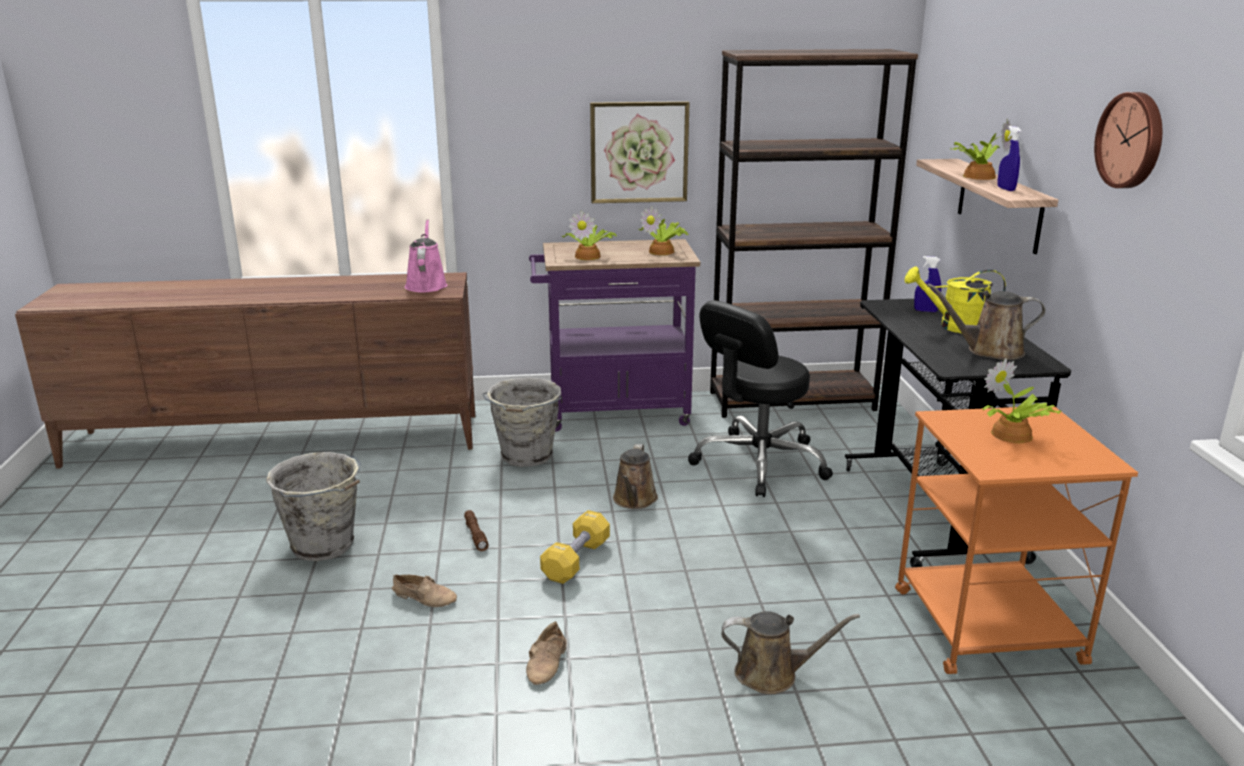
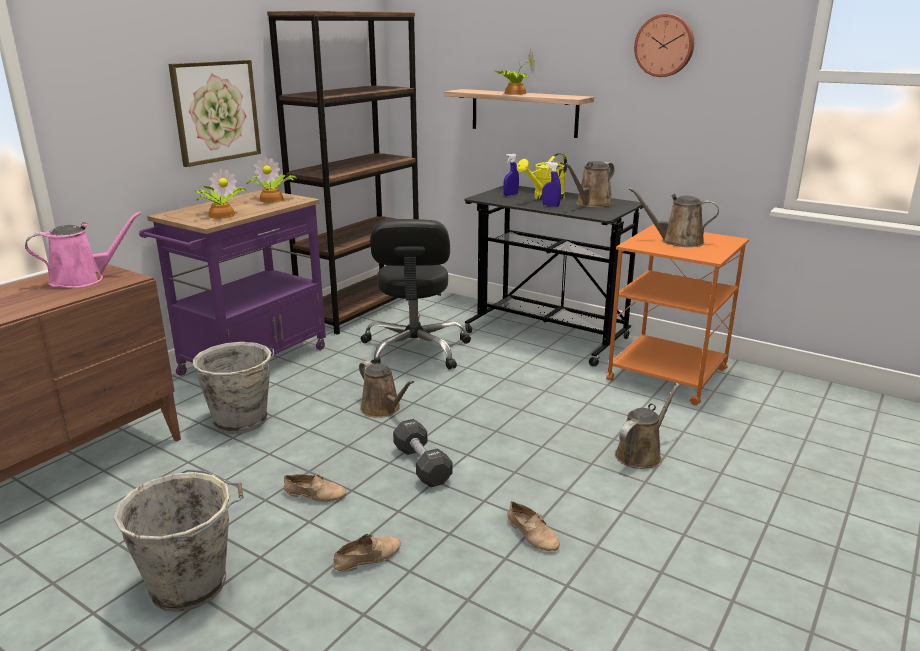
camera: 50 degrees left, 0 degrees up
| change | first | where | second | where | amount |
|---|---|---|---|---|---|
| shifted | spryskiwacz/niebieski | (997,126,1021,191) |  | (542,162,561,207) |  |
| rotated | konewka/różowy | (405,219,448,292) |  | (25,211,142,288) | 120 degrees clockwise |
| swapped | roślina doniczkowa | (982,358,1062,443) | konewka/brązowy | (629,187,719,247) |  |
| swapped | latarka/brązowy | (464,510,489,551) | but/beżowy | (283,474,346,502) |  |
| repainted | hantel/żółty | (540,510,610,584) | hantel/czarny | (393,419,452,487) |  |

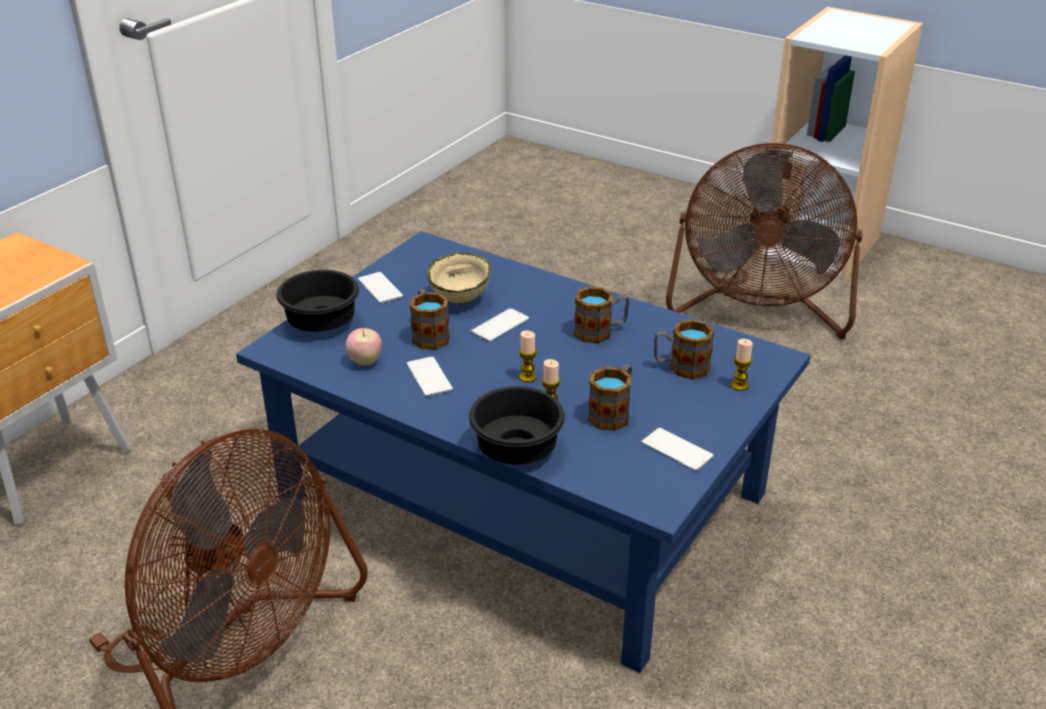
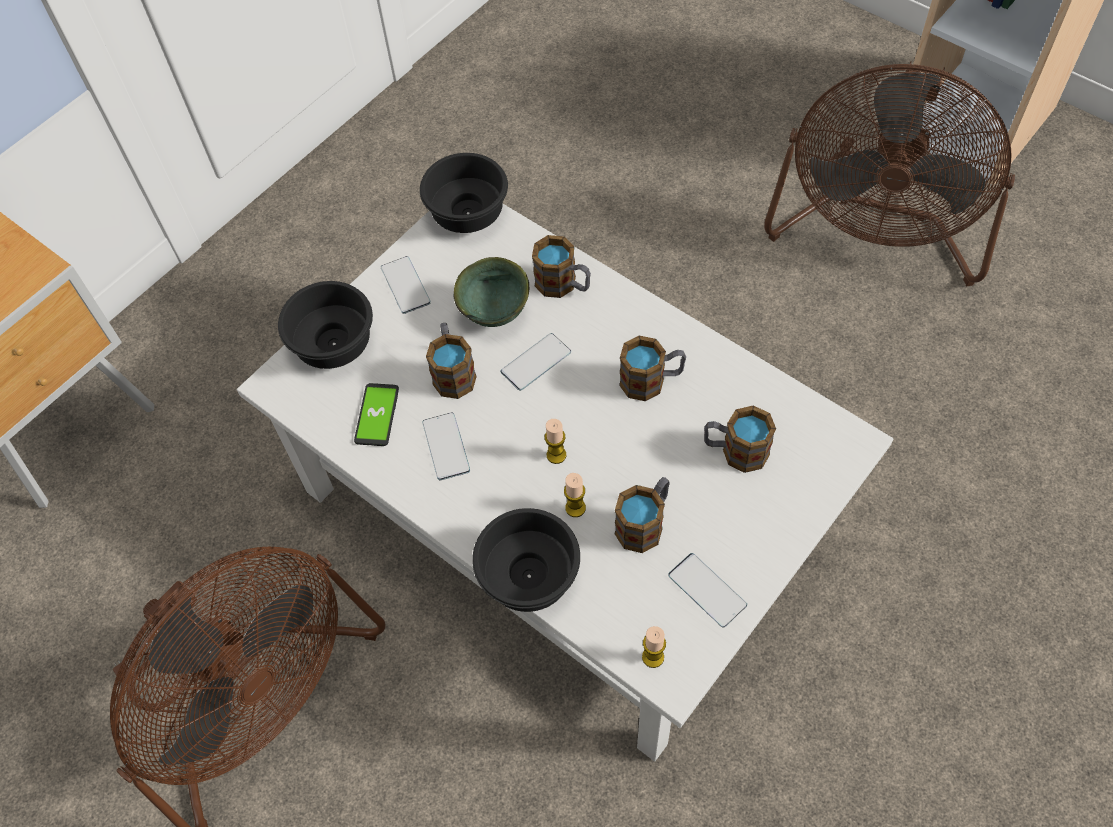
camera: 10 degrees right, 25 degrees up
| change | first | where | second | where | amount |
|---|---|---|---|---|---|
| repainted | ława/niebieski | (236,231,810,673) | ława/biały | (237,204,893,762) |  |
| repainted | miska/beżowy | (427,252,491,305) | miska/zielony | (454,257,529,327) |  |
| swapped | jabłko | (346,328,382,365) | telefon | (354,383,399,446) |  |
| shifted | świeca | (731,339,753,391) |  | (642,626,666,668) |  |
| new |  |  | miska/czarny | (420,153,508,233) |  |
| new |  |  | kubek | (532,235,591,298) |  |

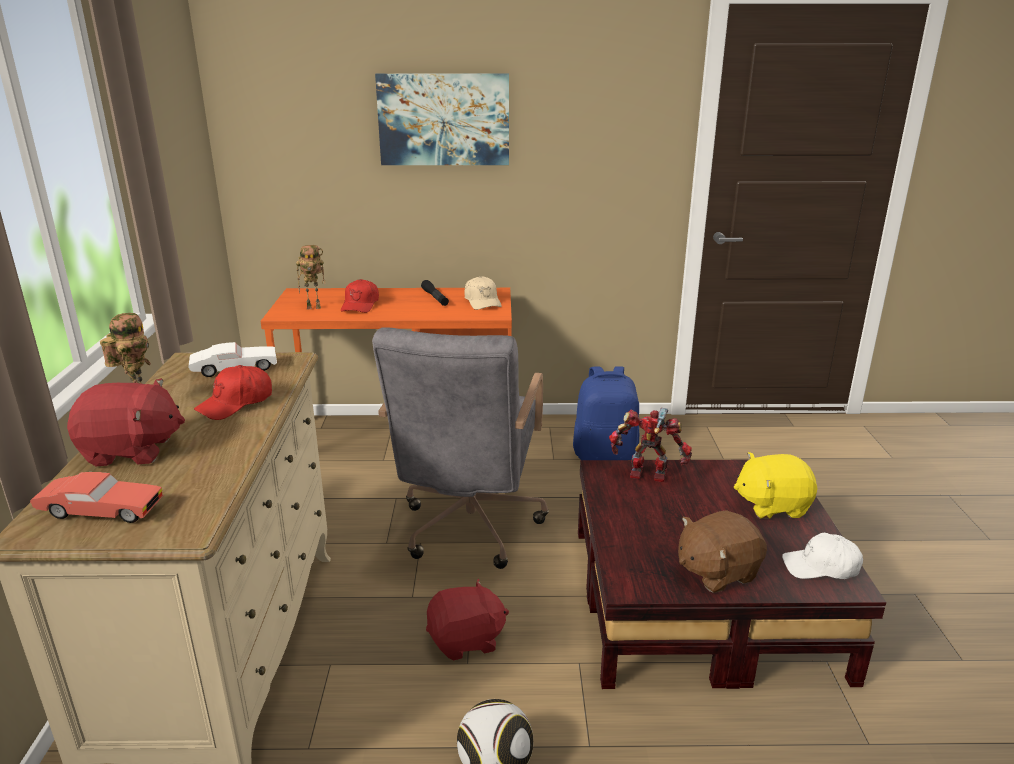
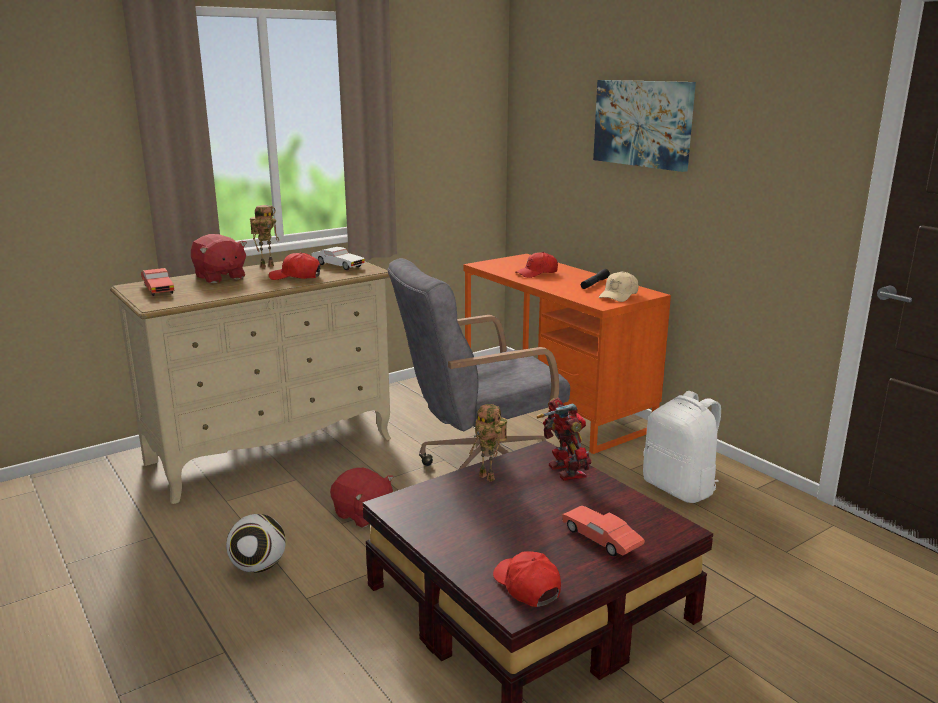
camera: 55 degrees right, 5 degrees down
| change | first | where | second | where | amount |
|---|---|---|---|---|---|
| shifted | robot zabawkowy | (296,245,325,309) |  | (469,404,507,482) |  |
| repainted | plecak/niebieski | (573,366,639,460) | plecak/biały | (643,391,721,503) |  |
| swapped | pluszak/żółty | (734,452,817,519) | samochodzik/czerwony | (562,506,645,557) |  |
| gone | pluszak/brązowy | (678,510,767,593) |  |  |  |
| repainted | czapka z daszkiem/biały | (782,533,863,579) | czapka z daszkiem/czerwony | (493,551,561,607) |  |

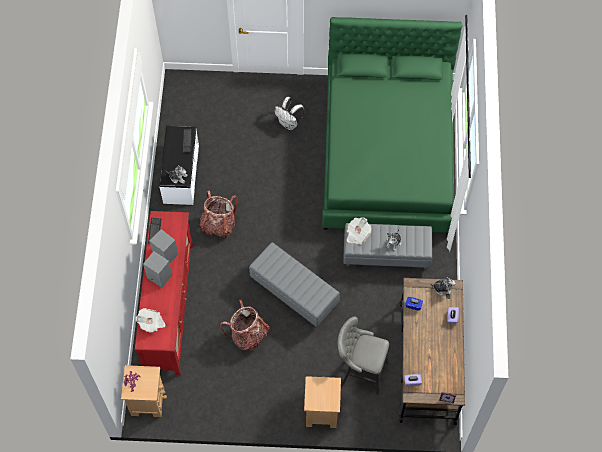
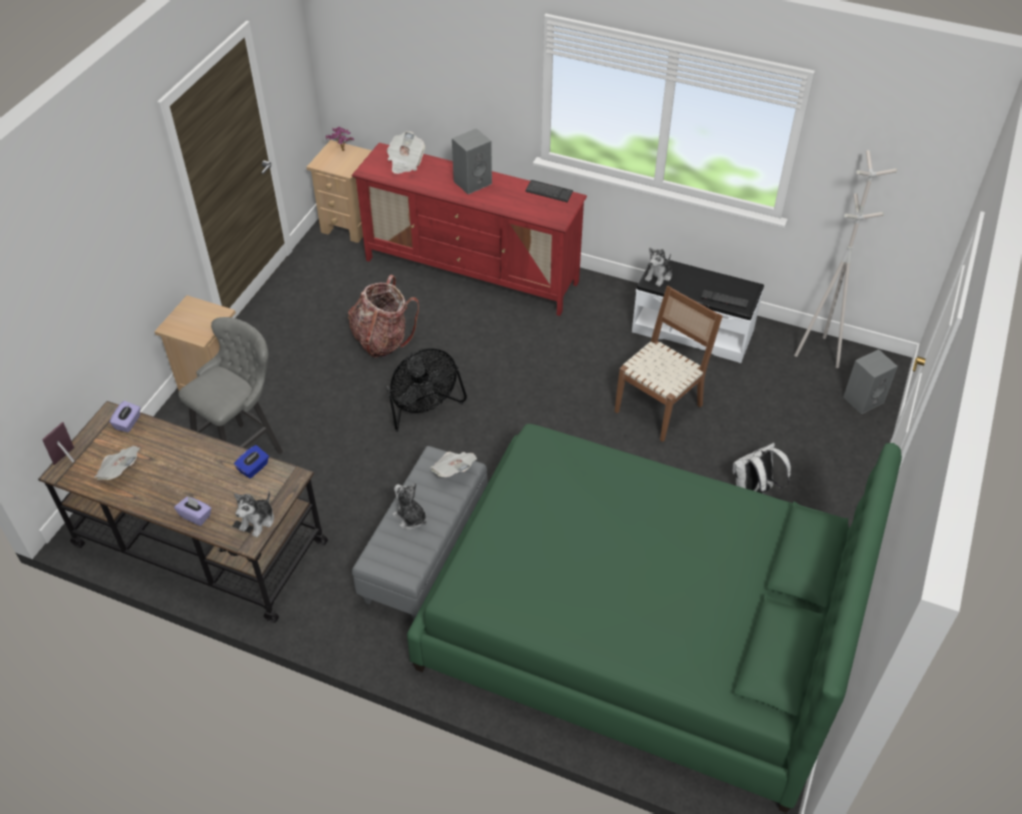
camera: 110 degrees right, 15 degrees down
| change | first | where | second | where | amount |
|---|---|---|---|---|---|
| gone | plecak | (200,190,238,238) |  |  |  |
| shifted | głośnik/szary | (150,229,178,263) |  | (843,349,898,414) |  |
| swapped | pufa/szary | (249,242,340,327) | wentylator/czarny | (386,349,467,432) |  |
| new |  |  | wieszak/szary | (794,150,898,368) |  |
| new |  |  | krzesło | (615,286,723,442) |  |
| new |  |  | gazeta | (94,446,140,480) |  |

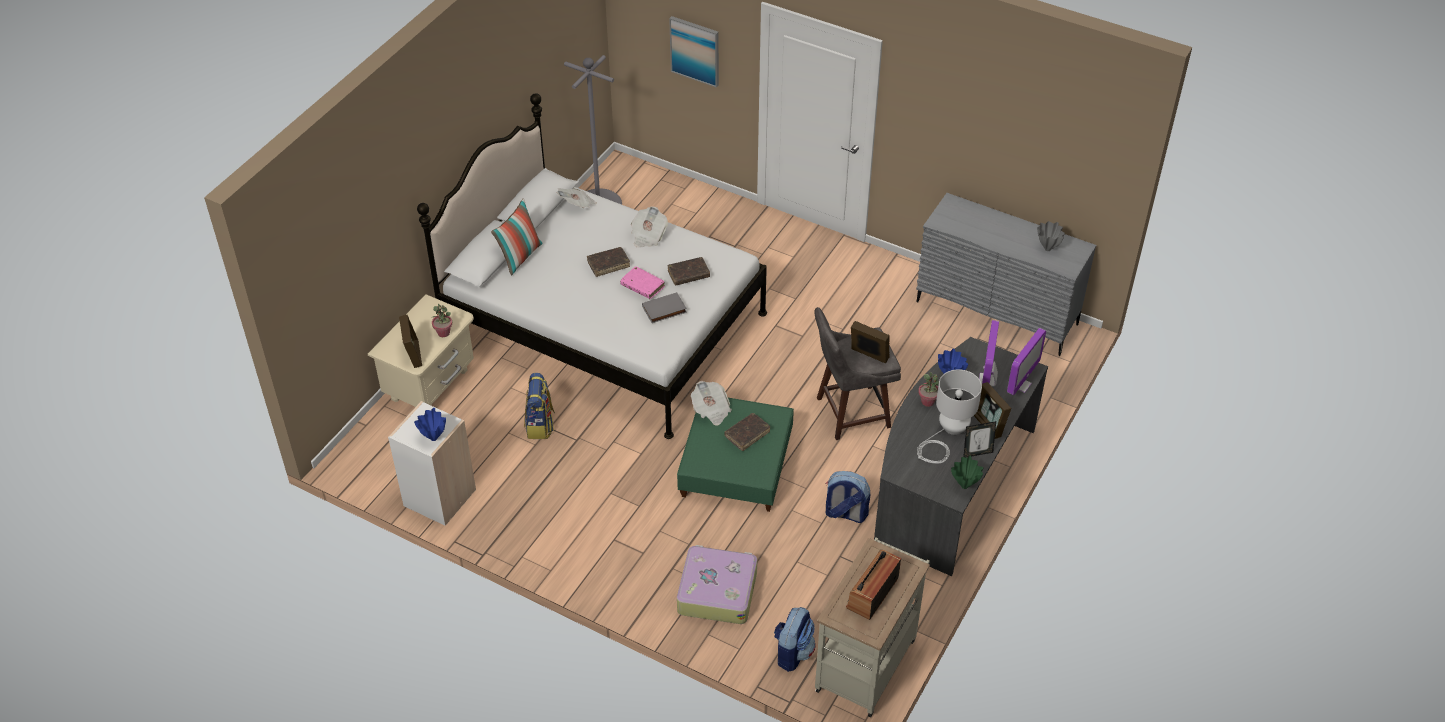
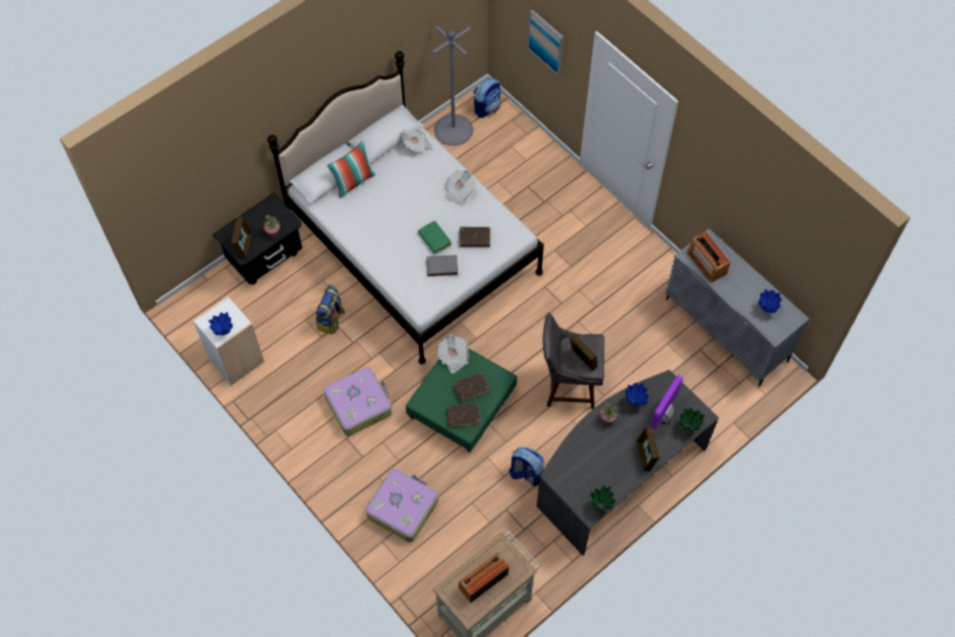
camera: 20 degrees right, 15 degrees up
| change | first | where | second | where | amount |
|---|---|---|---|---|---|
| repainted | wazon/szary | (1037,221,1065,251) | wazon/niebieski | (758,289,782,313) |  |
| shifted | książka/brązowy | (587,247,630,277) |  | (448,404,481,428) |  |
| repainted | książka/różowy | (620,266,665,299) | książka/zielony | (418,221,452,254) |  |
| repainted | szafka nocna/beżowy | (368,294,474,407) | szafka nocna/czarny | (212,193,302,285) |  |
| swapped | monitor | (1007,328,1046,395) | wazon/zielony | (679,408,705,432) |  |
| gone | lampa stołowa/biały | (917,369,982,464) |  |  |  |
| gone | ramka na zdjęcie | (963,421,996,458) |  |  |  |
| shifted | plecak | (774,607,815,672) |  | (473,78,501,118) |  |
| new |  |  | radio | (687,231,731,282) |  |
| new |  |  | walizka | (323,367,392,436) |  |

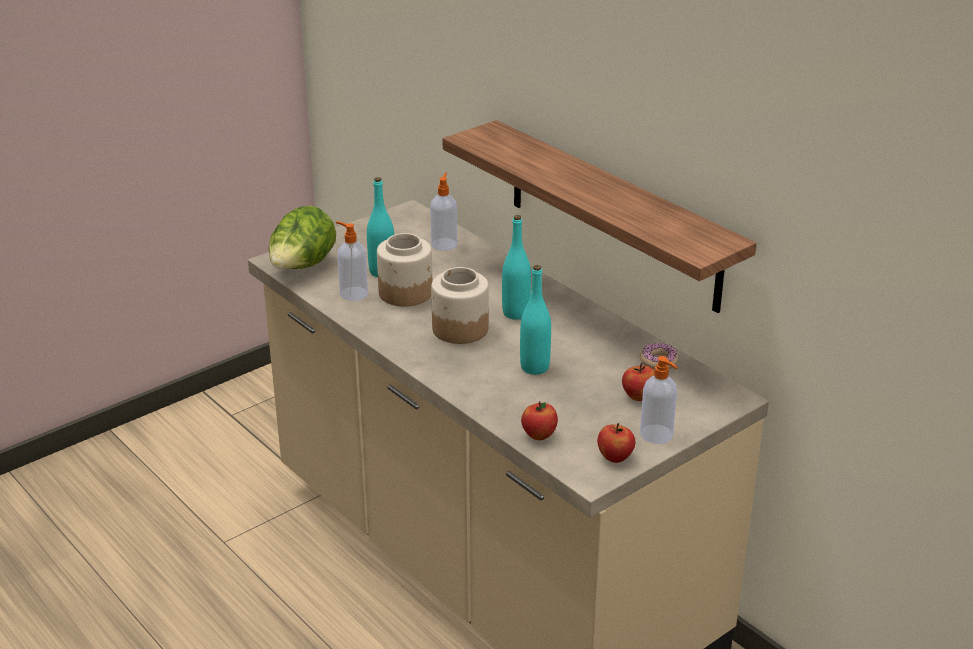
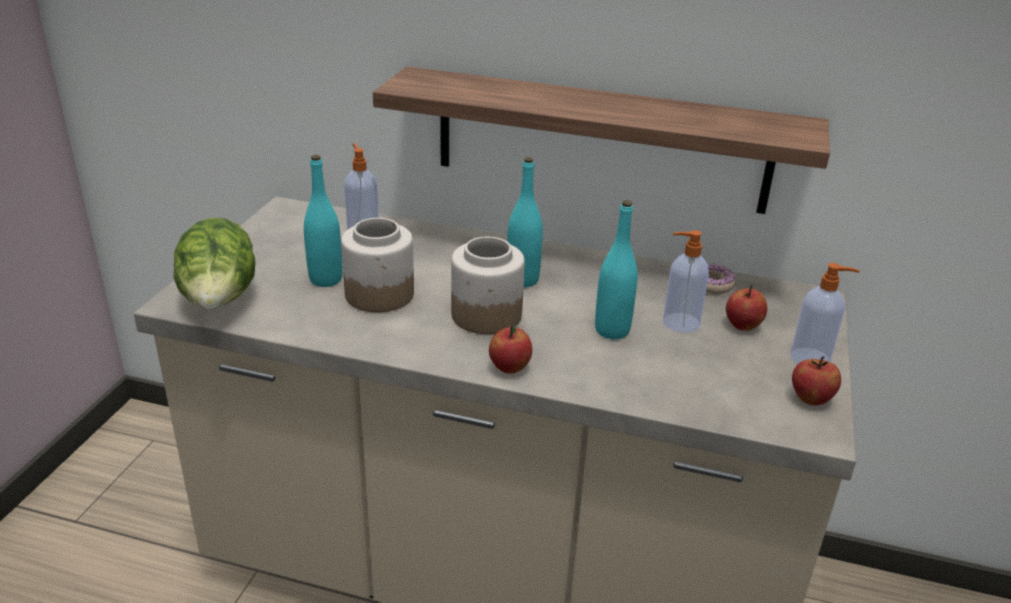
camera: 35 degrees left, 0 degrees up
| change | first | where | second | where | amount |
|---|---|---|---|---|---|
| shifted | dozownik mydła | (336,221,368,301) |  | (663,230,709,333) |  |
| shifted | jabłko | (521,401,558,440) |  | (489,325,532,374) |  |

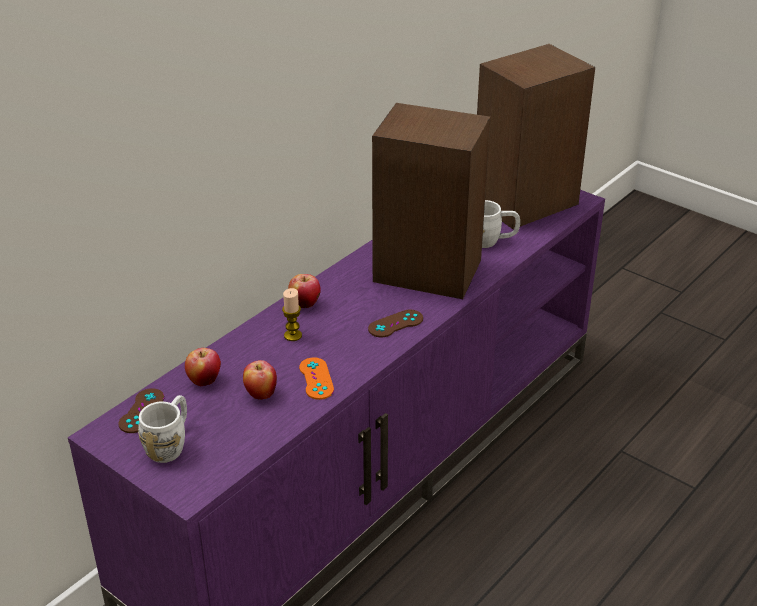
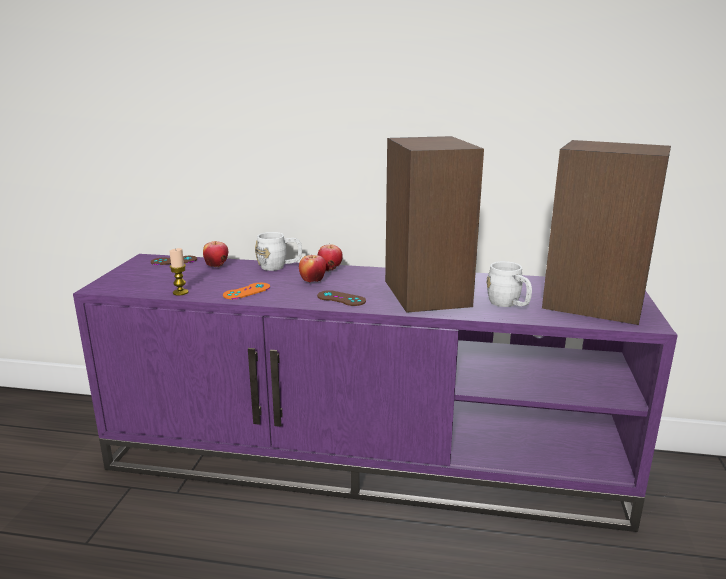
camera: 60 degrees right, 15 degrees down
| change | first | where | second | where | amount |
|---|---|---|---|---|---|
| shifted | świeca | (282,288,302,341) |  | (169,248,189,295) |  |
| shifted | jabłko | (243,360,277,400) |  | (299,255,326,282) |  |
| shifted | kubek/biały | (138,395,187,463) |  | (255,232,302,271) |  |

